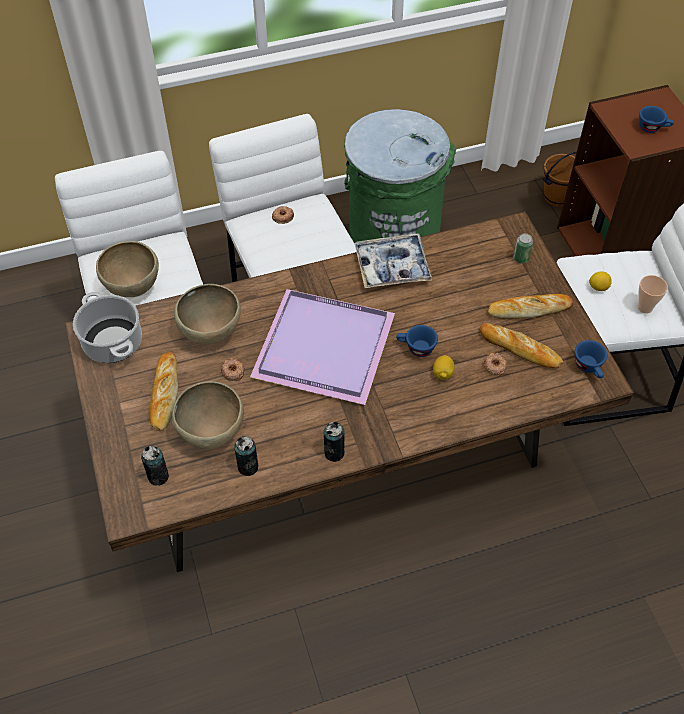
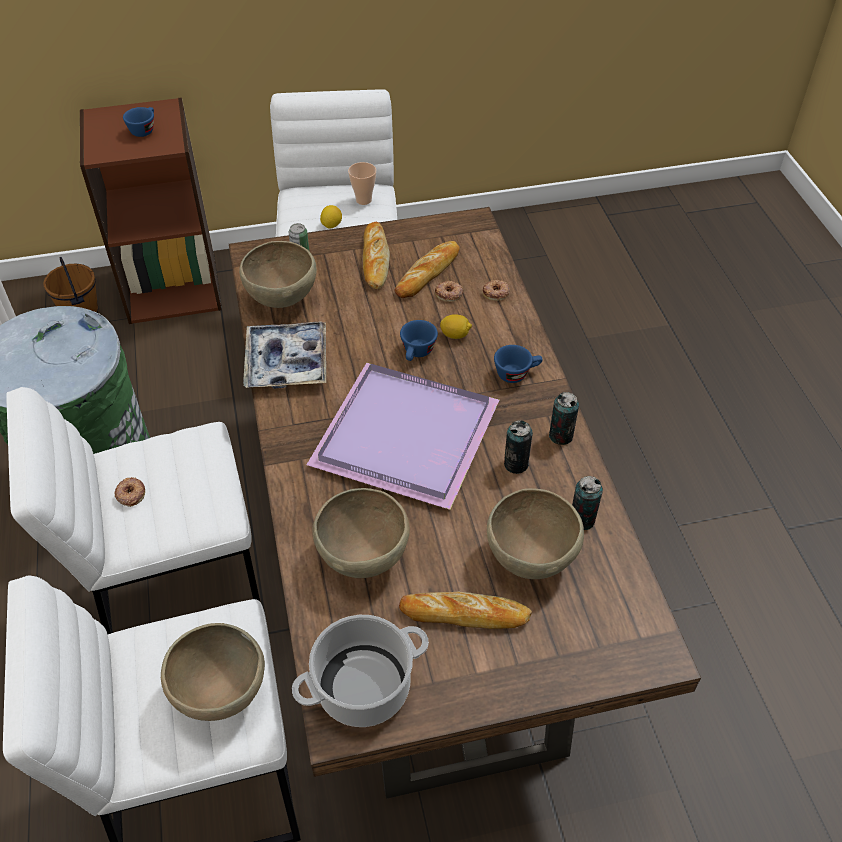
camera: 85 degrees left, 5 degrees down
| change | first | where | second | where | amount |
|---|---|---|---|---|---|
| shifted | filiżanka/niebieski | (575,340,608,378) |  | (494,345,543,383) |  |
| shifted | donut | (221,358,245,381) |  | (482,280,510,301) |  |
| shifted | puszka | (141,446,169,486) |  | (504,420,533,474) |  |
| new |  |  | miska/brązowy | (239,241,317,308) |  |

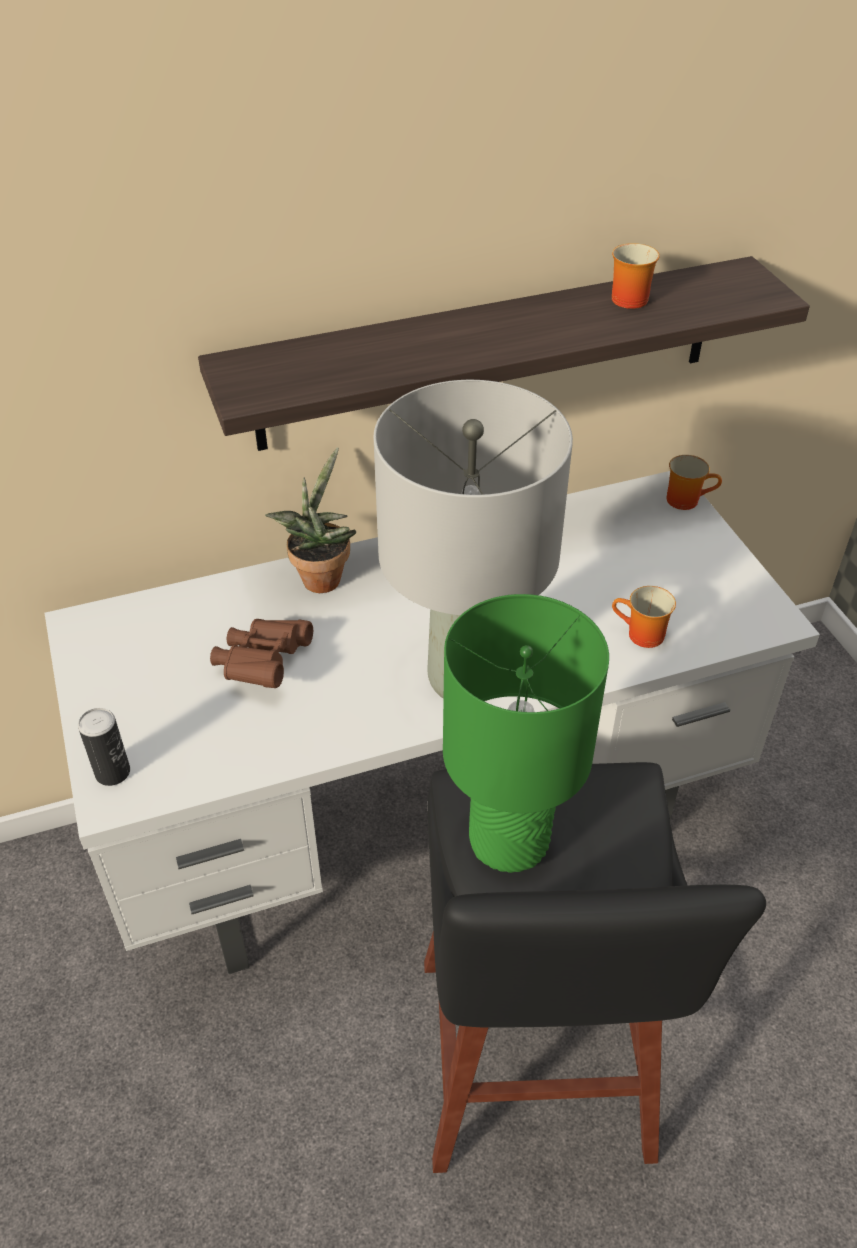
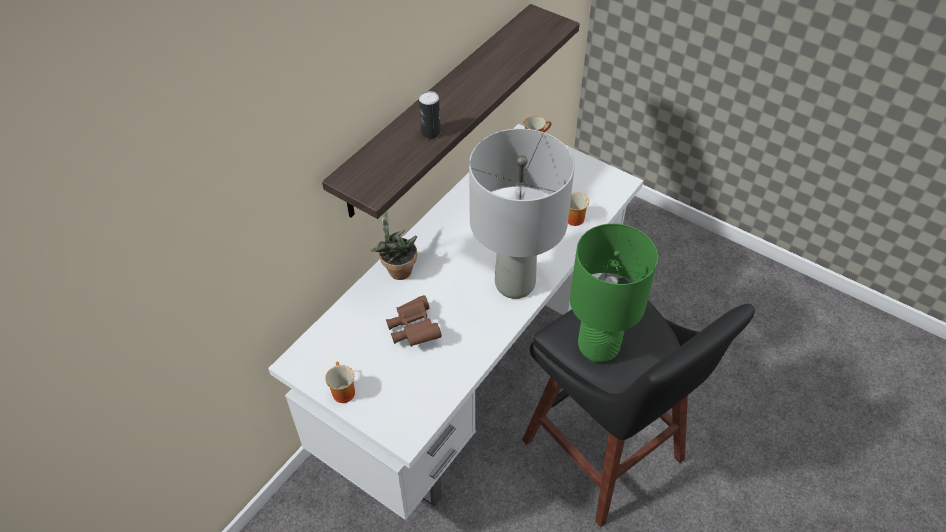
camera: 35 degrees left, 5 degrees up
| change | first | where | second | where | amount |
|---|---|---|---|---|---|
| shifted | kubek | (612,243,660,309) |  | (325,361,355,403) |  |
| shifted | puszka | (78,708,130,786) |  | (419,91,441,139) |  |

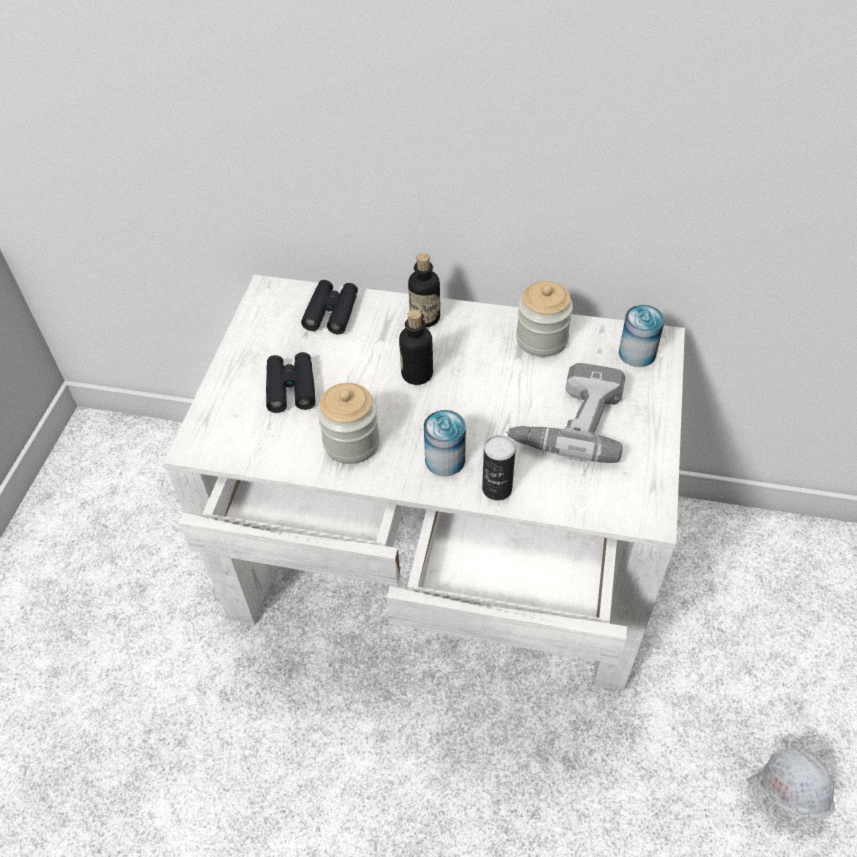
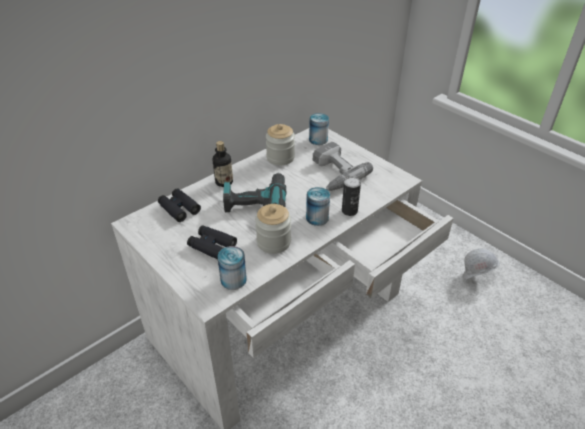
camera: 55 degrees left, 10 degrees down
| change | first | where | second | where | amount |
|---|---|---|---|---|---|
| swapped | butelka | (399,310,433,385) | wiertarka | (223,173,287,212) |  |
| new |  |  | puszka | (217,246,247,290) |  |

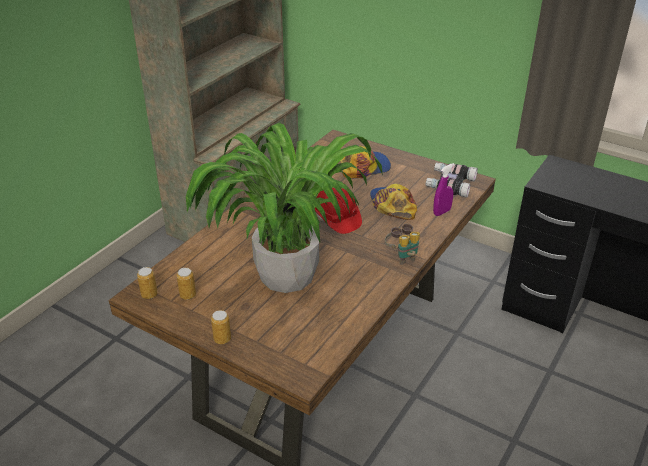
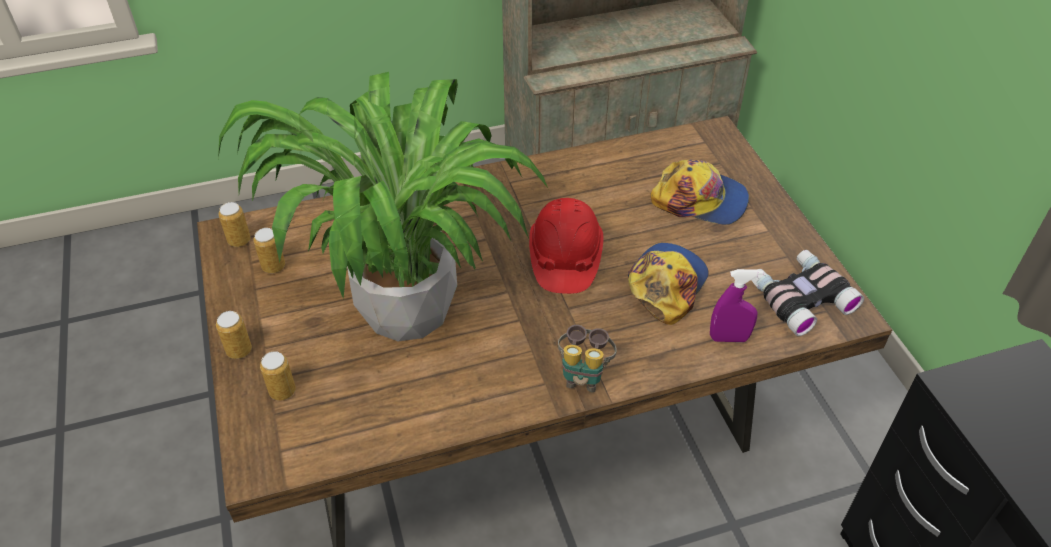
camera: 40 degrees right, 10 degrees up
| change | first | where | second | where | amount |
|---|---|---|---|---|---|
| new |  |  | puszka | (260,351,296,401) |  |

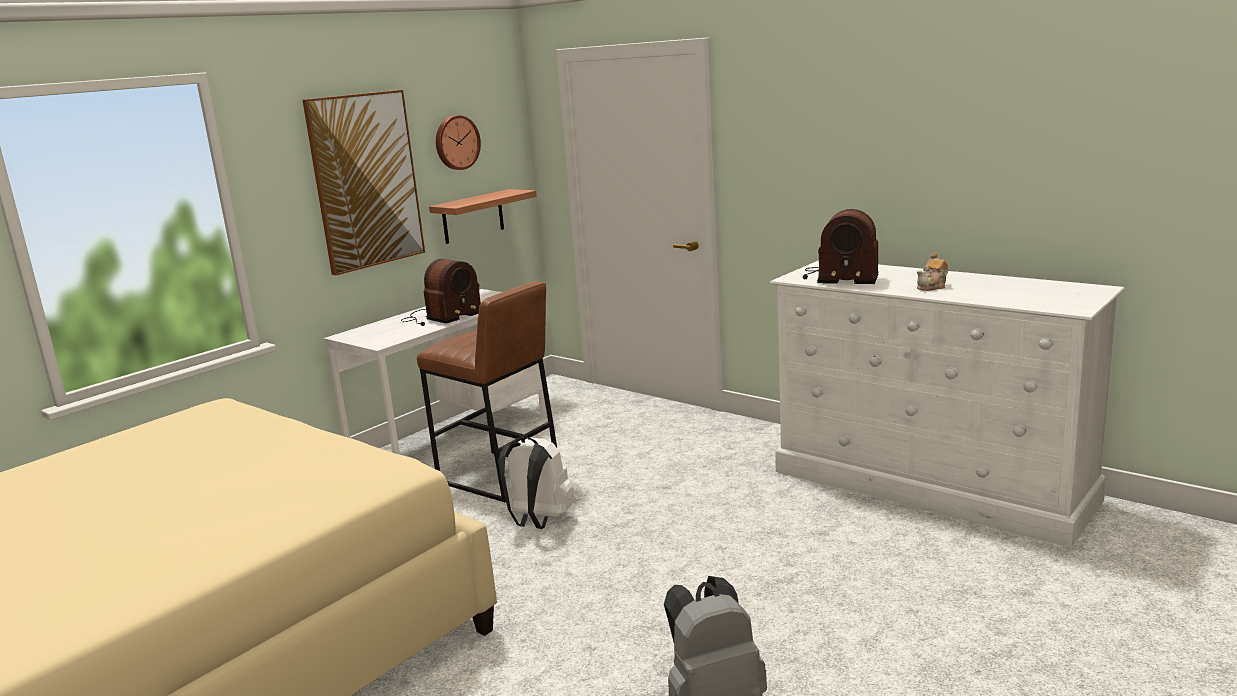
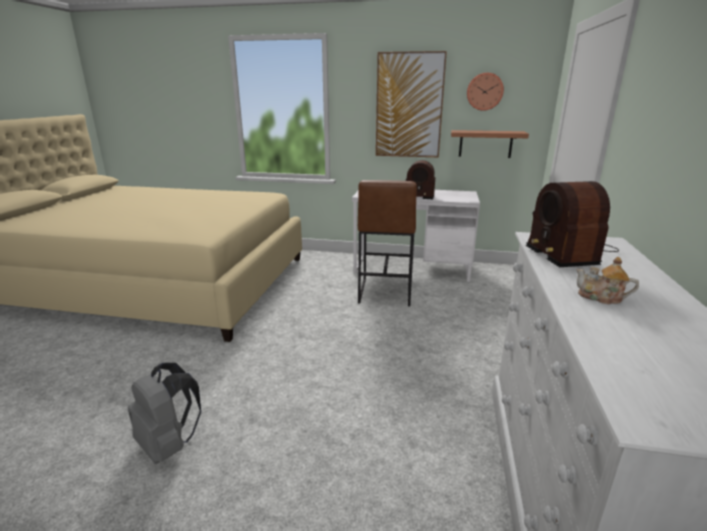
camera: 60 degrees right, 5 degrees up
| change | first | where | second | where | amount |
|---|---|---|---|---|---|
| gone | plecak/biały | (498,437,575,529) |  |  |  |

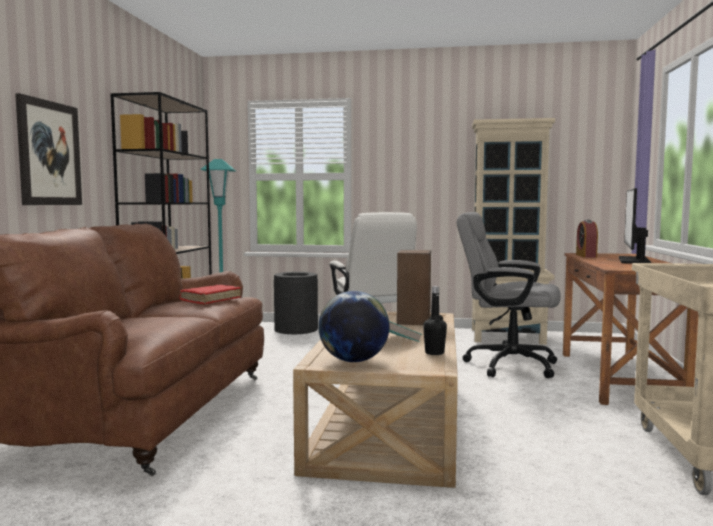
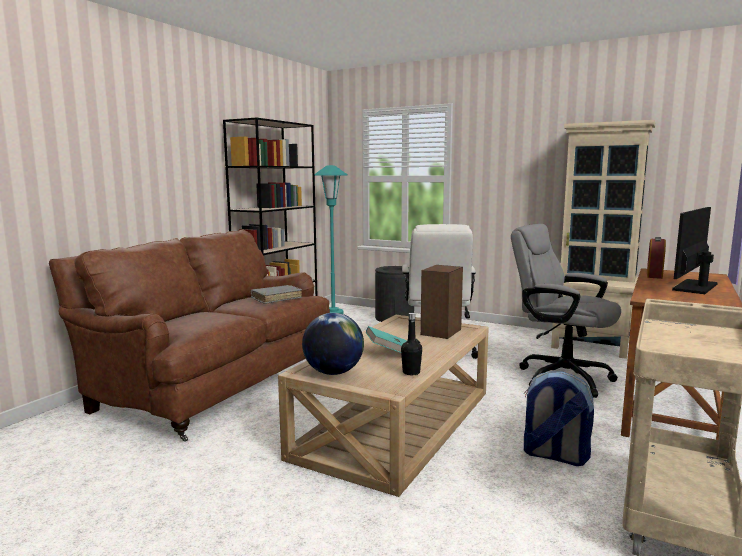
camera: 20 degrees right, 5 degrees up
| change | first | where | second | where | amount |
|---|---|---|---|---|---|
| gone | obraz | (15,93,82,205) |  |  |  |
| repainted | książka/czerwony | (179,285,241,305) | książka/szary | (251,285,302,304) |  |
| new |  |  | plecak | (524,371,594,466) |  |

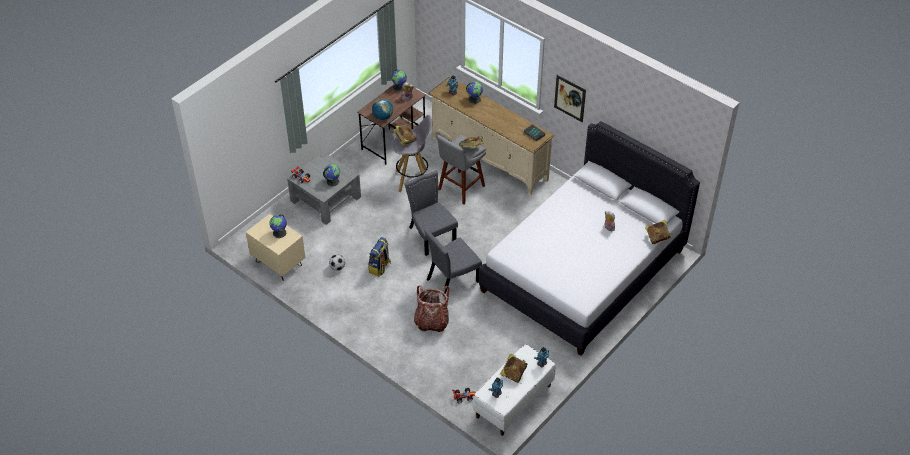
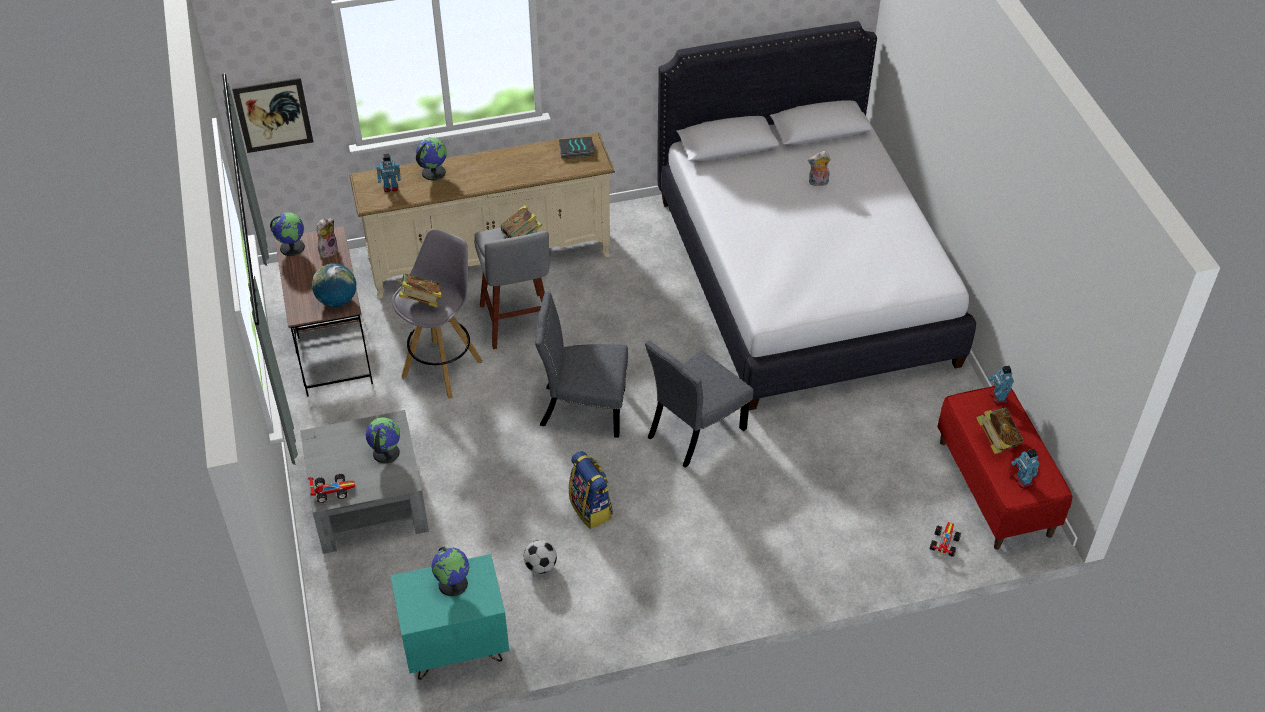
camera: 55 degrees left, 0 degrees up
| change | first | where | second | where | amount |
|---|---|---|---|---|---|
| shifted | obraz | (554,75,586,122) |  | (232,78,313,153) |  |
| repainted | szafka nocna/beżowy | (246,214,305,281) | szafka nocna/turkusowy | (390,554,509,680) |  |
| gone | książka | (645,220,672,244) |  |  |  |
| rotated | krzesło/szary | (424,229,482,294) |  | (645,340,753,468) | 45 degrees clockwise |
| gone | plecak | (414,285,449,332) |  |  |  |
| repainted | ławka/biały | (473,344,556,436) | ławka/czerwony | (937,386,1072,550) |  |

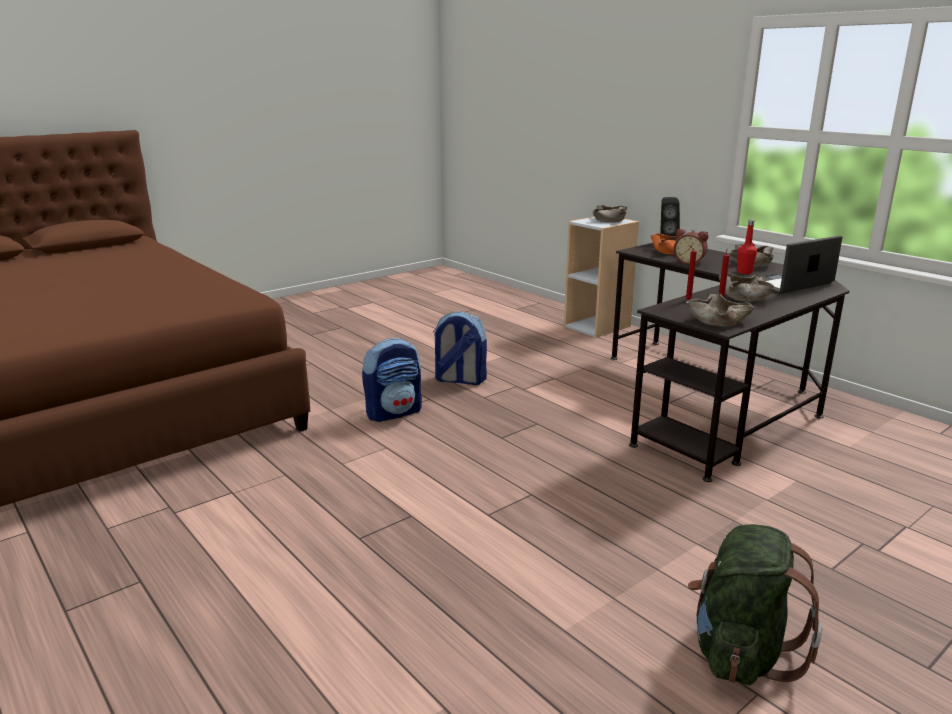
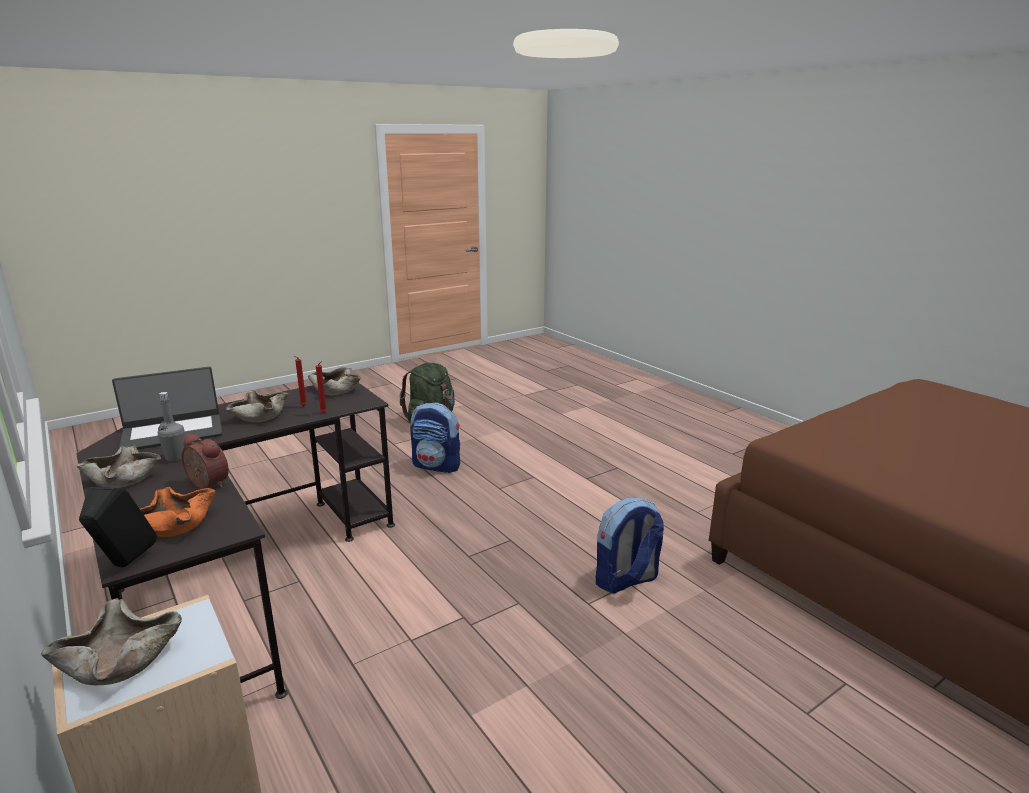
camera: 175 degrees left, 0 degrees up
| change | first | where | second | where | amount |
|---|---|---|---|---|---|
| repainted | butelka/czerwony | (737,220,757,274) | butelka/szary | (158,392,185,462) |  |
| shifted | plecak | (433,312,487,385) |  | (410,402,460,473) |  |

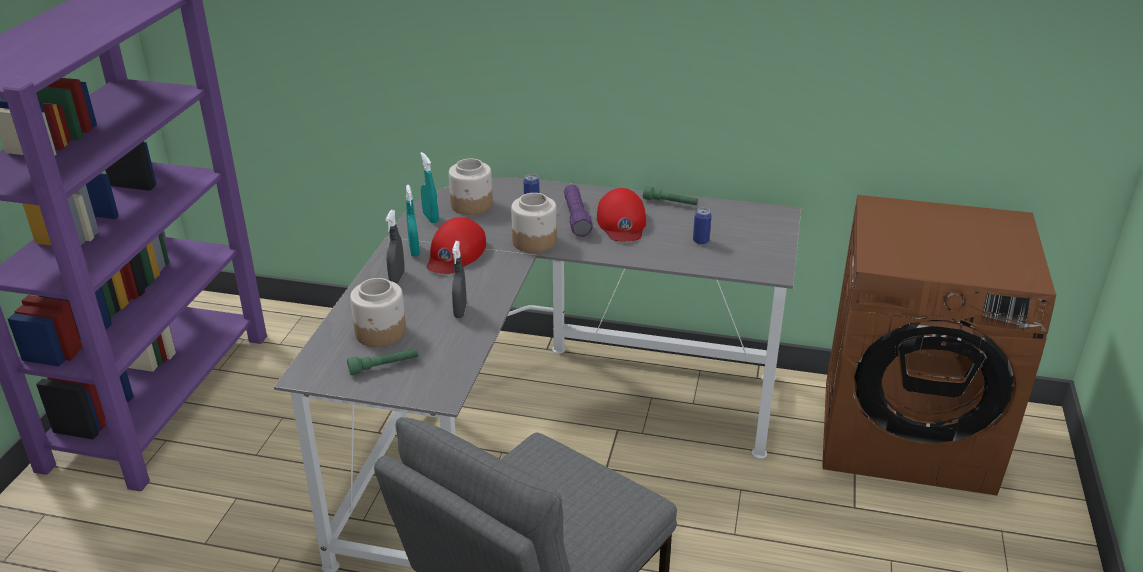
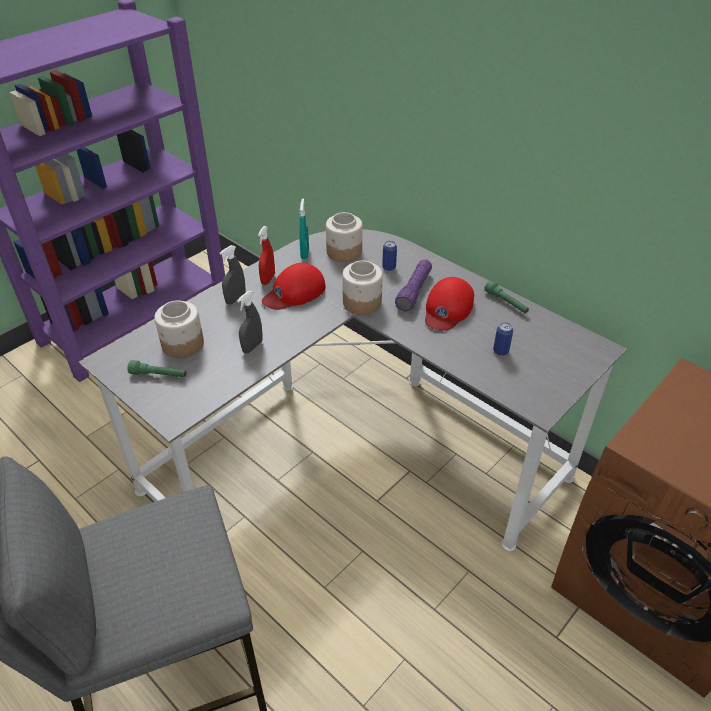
camera: 30 degrees right, 10 degrees up
| change | first | where | second | where | amount |
|---|---|---|---|---|---|
| repainted | spryskiwacz/turkusowy | (406,185,420,256) | spryskiwacz/czerwony | (258,226,275,285) |  |

